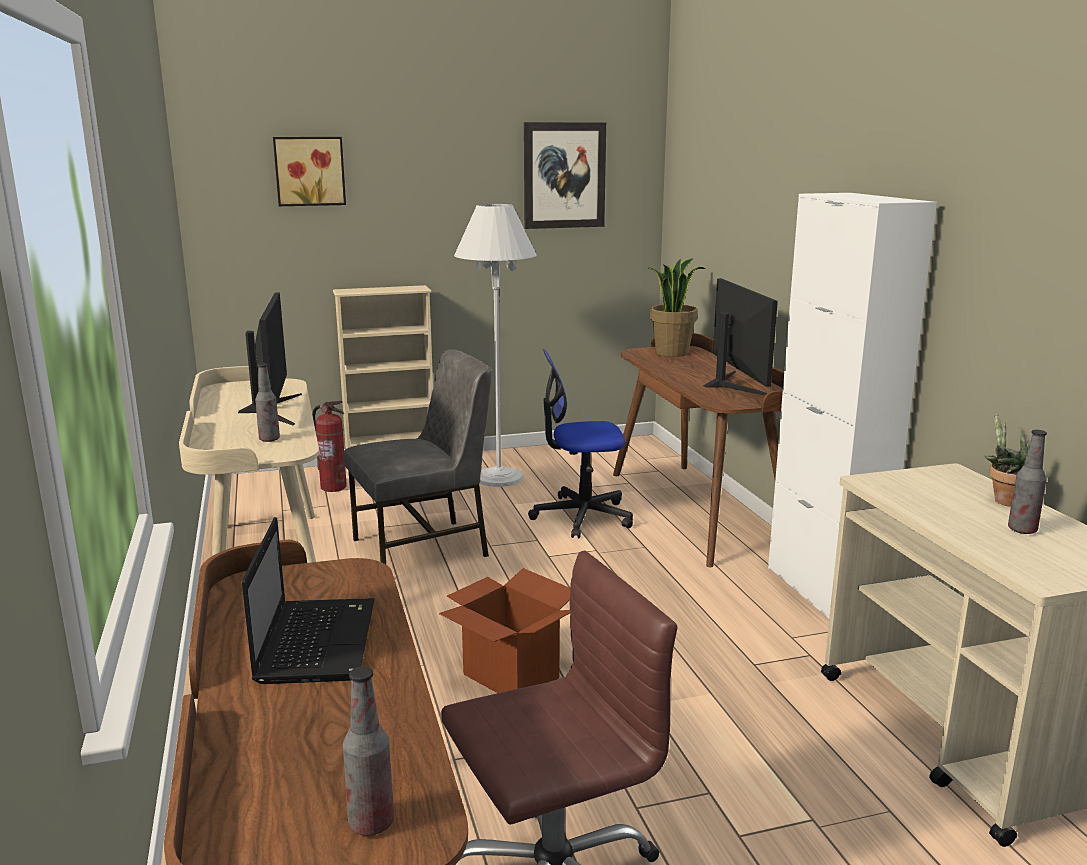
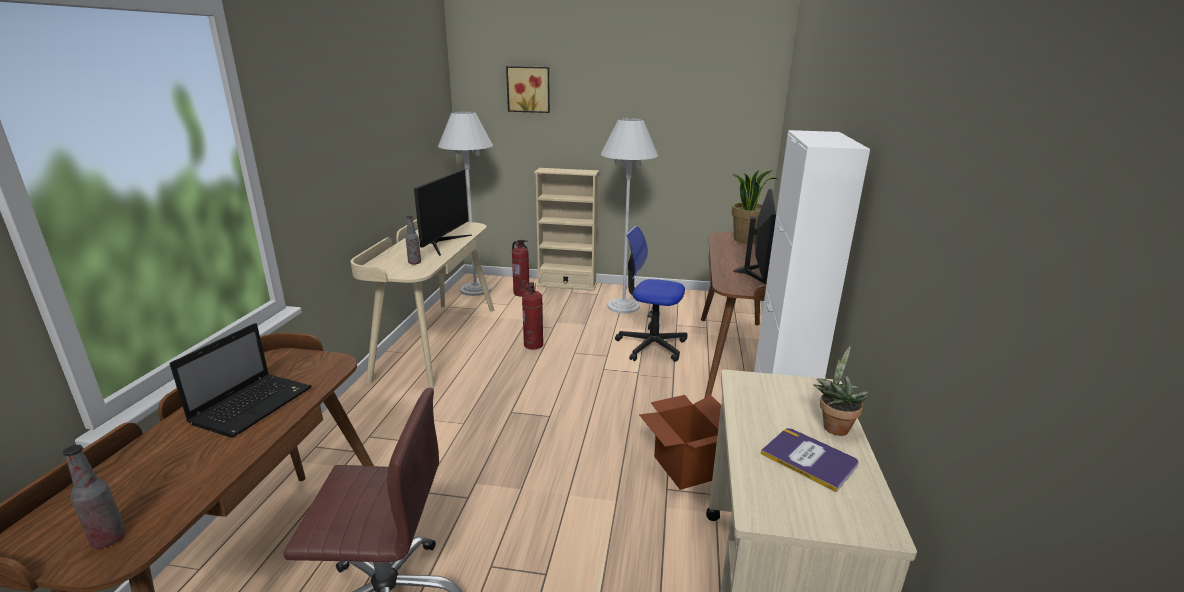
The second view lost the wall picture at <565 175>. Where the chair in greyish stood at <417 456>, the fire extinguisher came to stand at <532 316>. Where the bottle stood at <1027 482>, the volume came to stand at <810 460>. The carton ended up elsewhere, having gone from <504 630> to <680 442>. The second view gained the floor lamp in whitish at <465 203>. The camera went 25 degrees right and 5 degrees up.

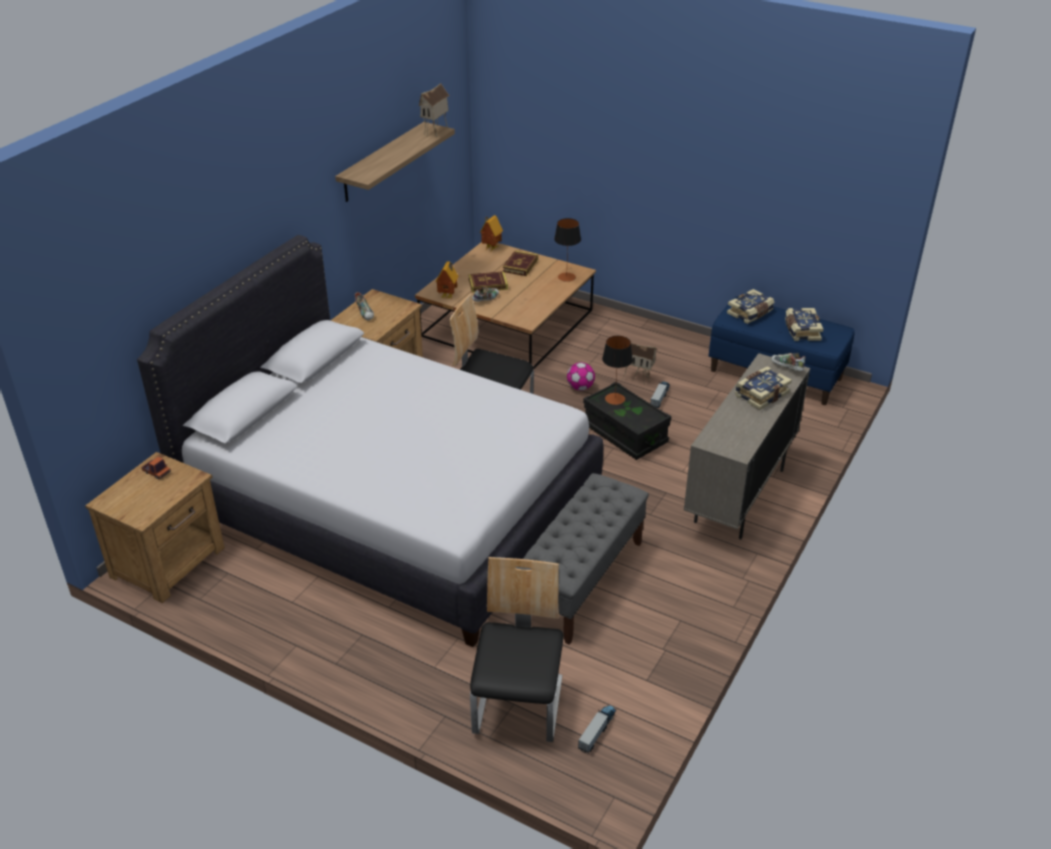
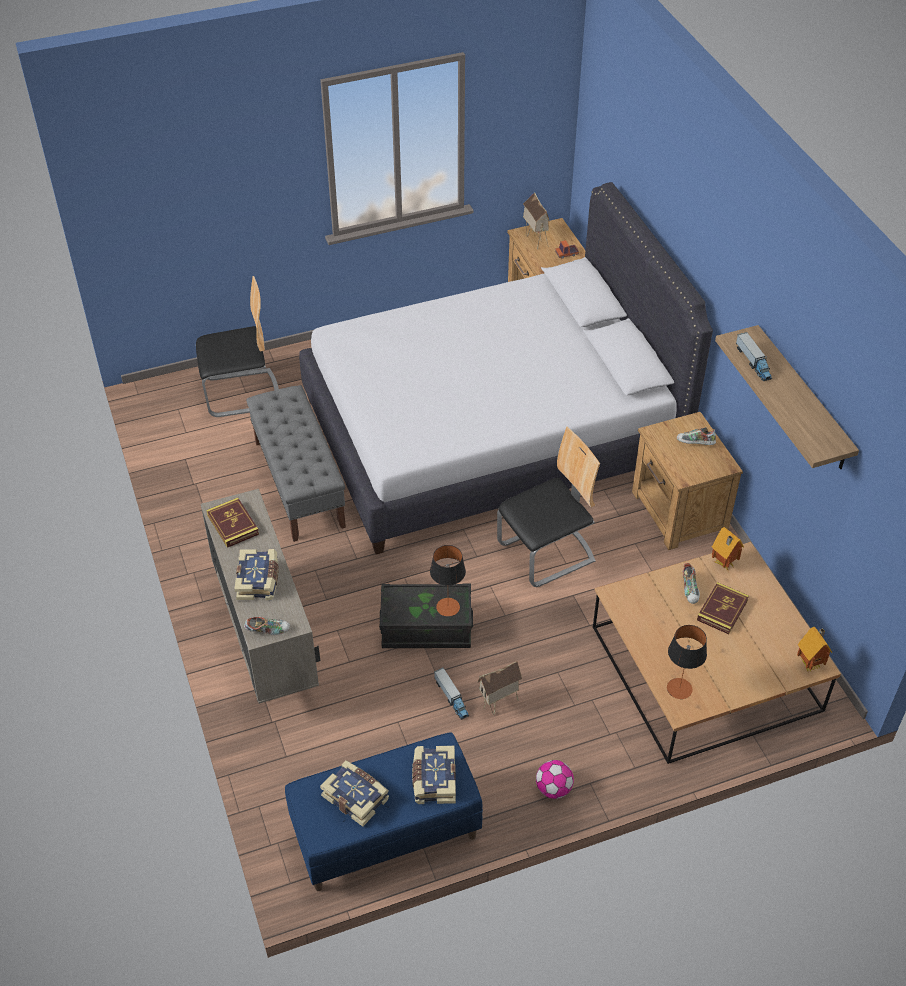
The miniature house ended up elsewhere, having gone from <434 110> to <536 220>. The volume ended up elsewhere, having gone from <520 263> to <232 523>. The football ball ended up elsewhere, having gone from <581 376> to <555 779>. The chair at <517 649> ended up facing another way, 60 degrees counterclockwise from before. The toy truck ended up elsewhere, having gone from <597 729> to <754 356>. The camera went 130 degrees right and 10 degrees up.

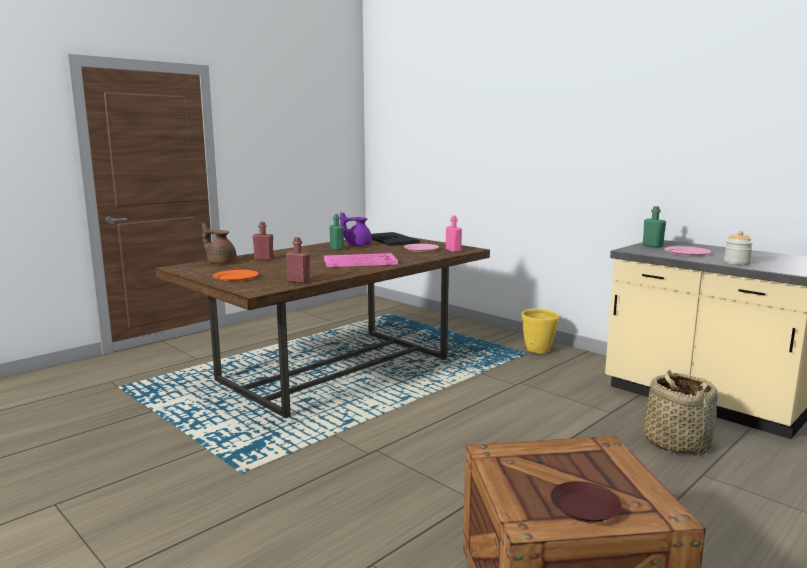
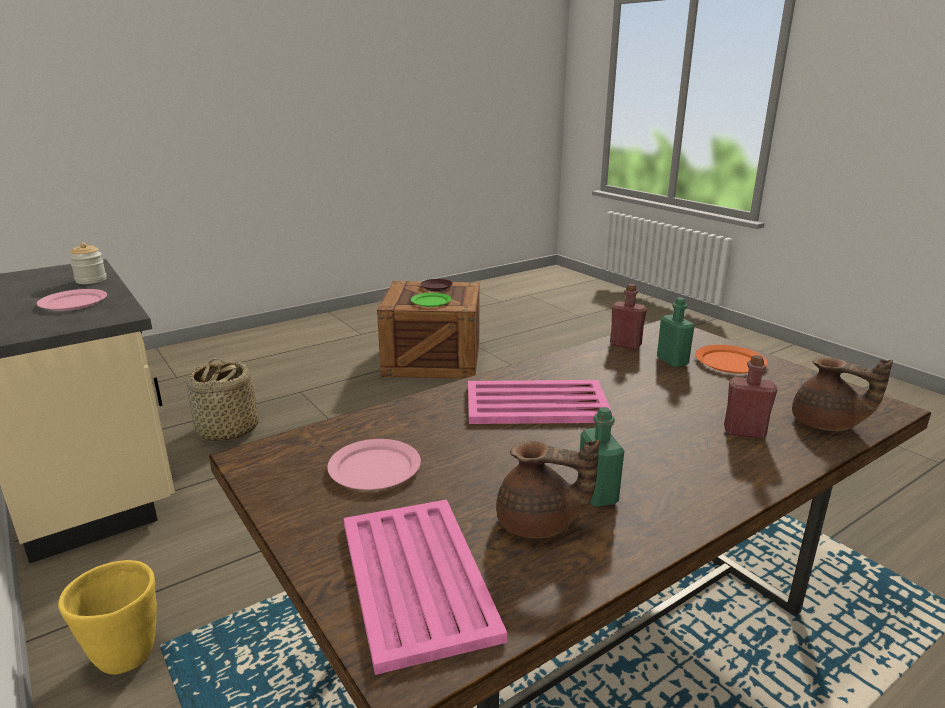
The bottle in green ended up elsewhere, having gone from <654 227> to <676 332>. What was the teapot in purple at <356 229> turned into the teapot in brownish at <547 489>. The second view lost the bottle in pink-coloured at <454 233>. What was the serving tray in black at <395 239> turned into the serving tray in pink-coloured at <425 587>. The second view gained the flat dish in green at <431 300>. The camera went 170 degrees left and 10 degrees up.

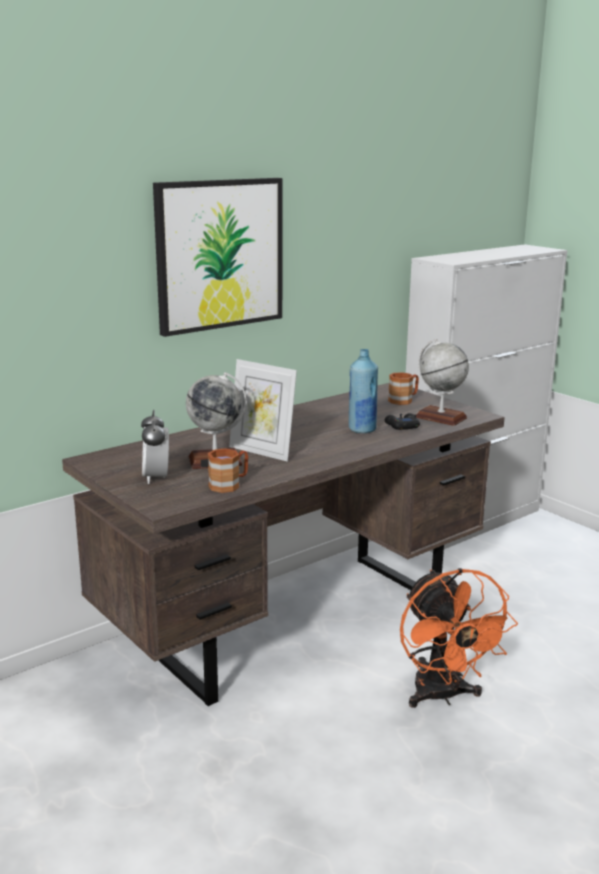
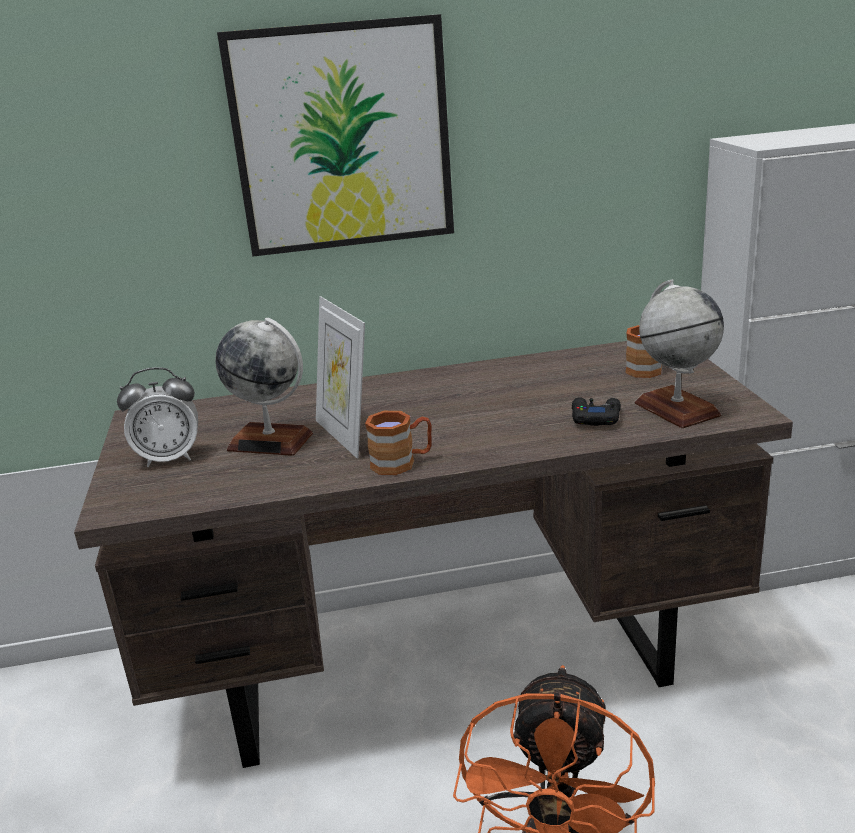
The second view lost the bottle in blue at <363 391>. The table clock at <155 447> ended up facing another way, 120 degrees counterclockwise from before. The coffee mug in brownish ended up elsewhere, having gone from <228 470> to <398 443>. The camera went 30 degrees right and 5 degrees up.

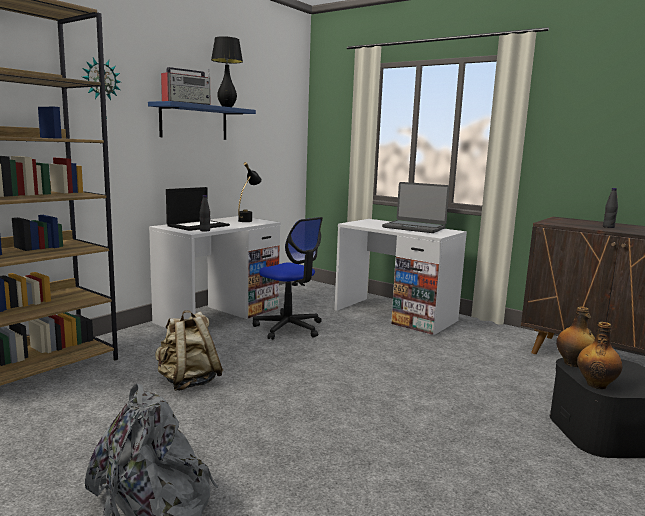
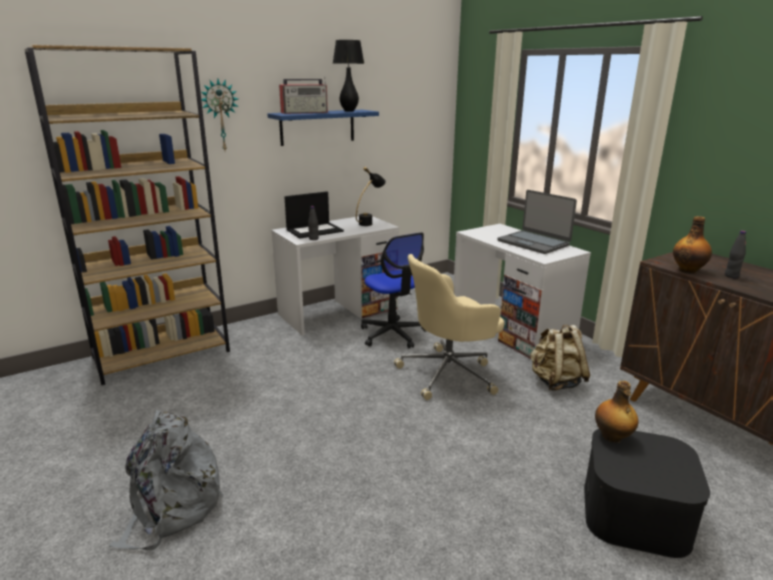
The backpack in beige-coloured ended up elsewhere, having gone from <189 350> to <560 358>. The bottle ended up elsewhere, having gone from <600 355> to <692 245>. The second view gained the computer chair in beige-coloured at <449 327>. The camera went 20 degrees right and 10 degrees up.

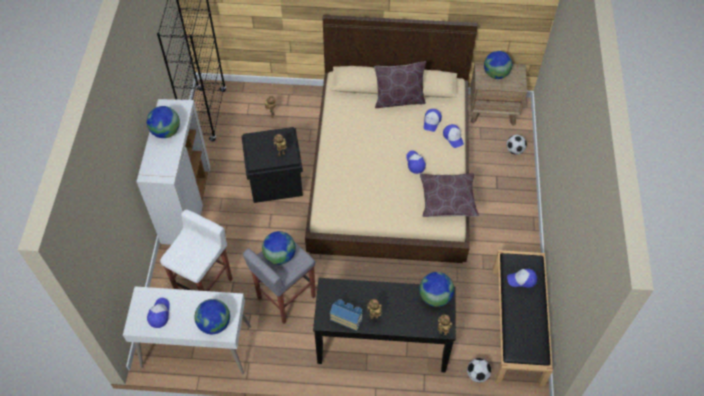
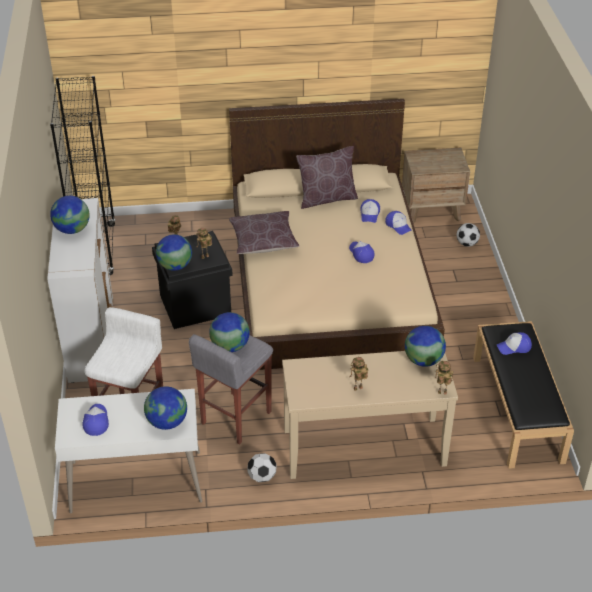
The desk globe ended up elsewhere, having gone from <498 65> to <174 252>. The cushion in brownish ended up elsewhere, having gone from <449 195> to <264 232>. What was the console table in black at <384 325> turned into the console table in beige-coloured at <370 415>. The second view lost the miniature house at <346 315>. The football ball ended up elsewhere, having gone from <479 370> to <262 467>. The camera went 10 degrees left and 15 degrees down.

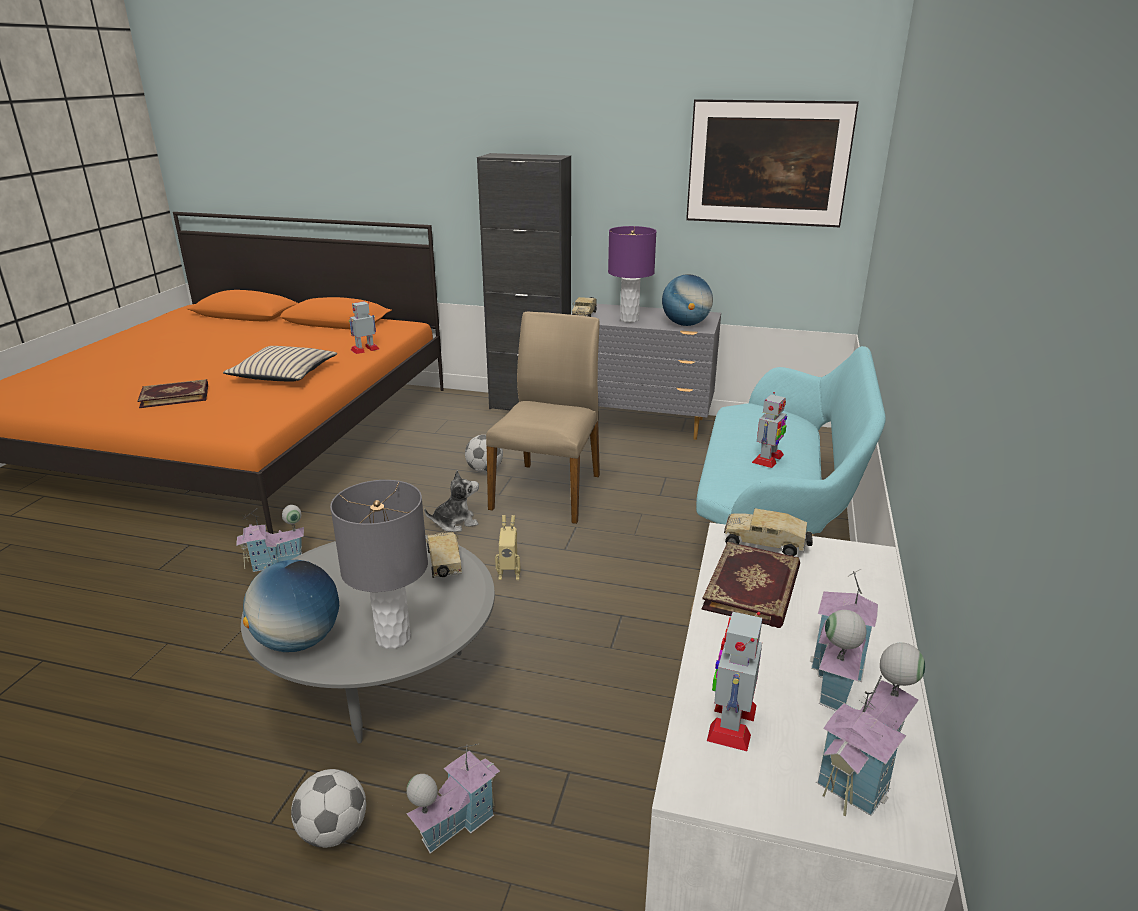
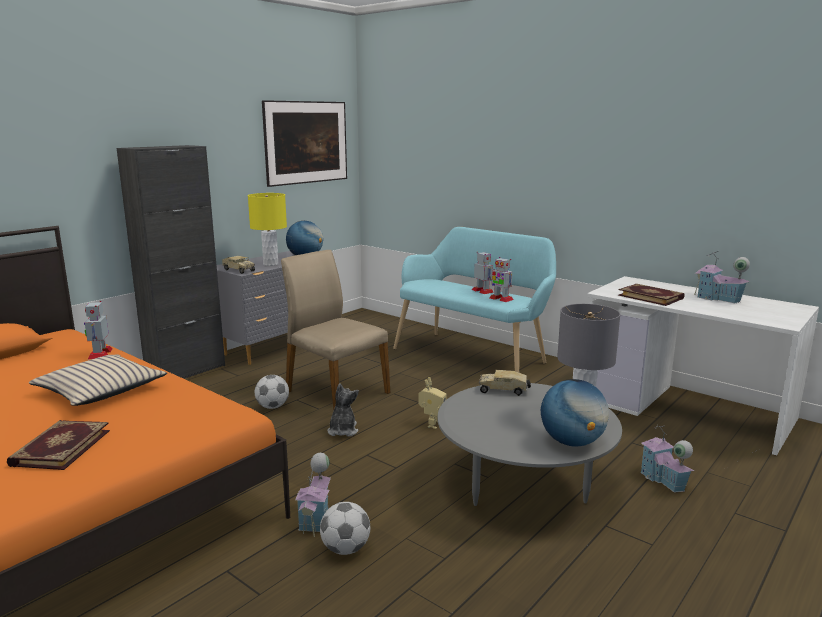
What was the tabletop lamp in purple at <632 274> turned into the tabletop lamp in yellow-coloured at <267 229>. The second view lost the toy truck at <768 532>. The model robot ended up elsewhere, having gone from <734 681> to <501 279>. The second view lost the miniature house at <870 729>. The football ball ended up elsewhere, having gone from <328 808> to <345 528>. The camera went 65 degrees left and 10 degrees down.

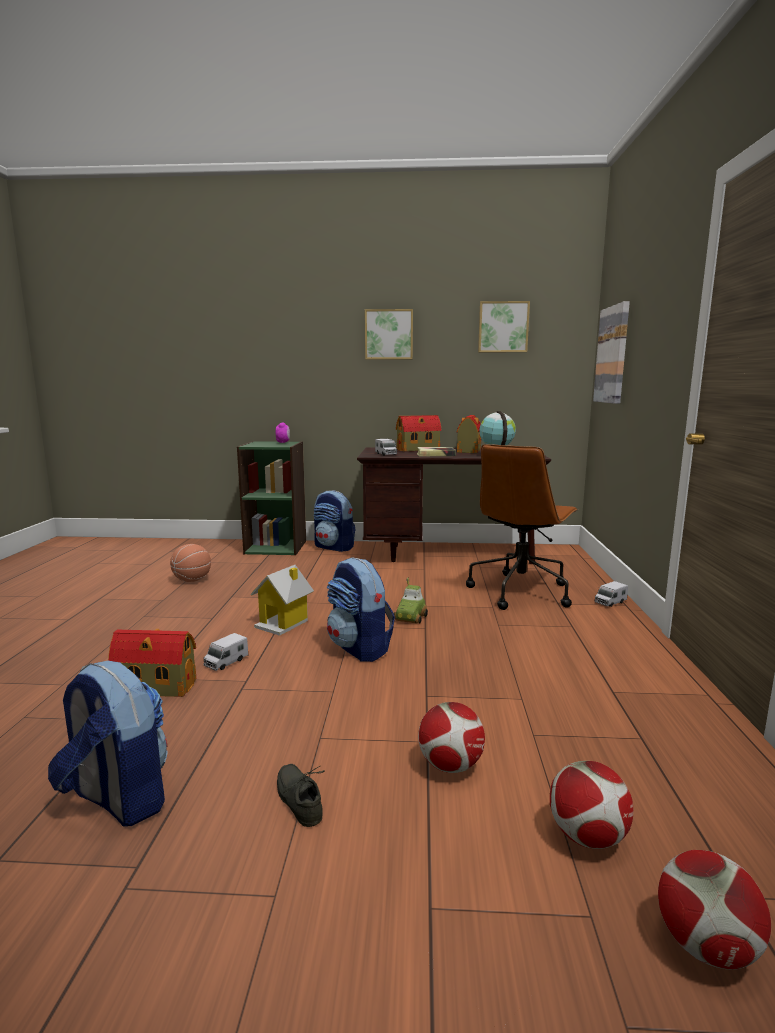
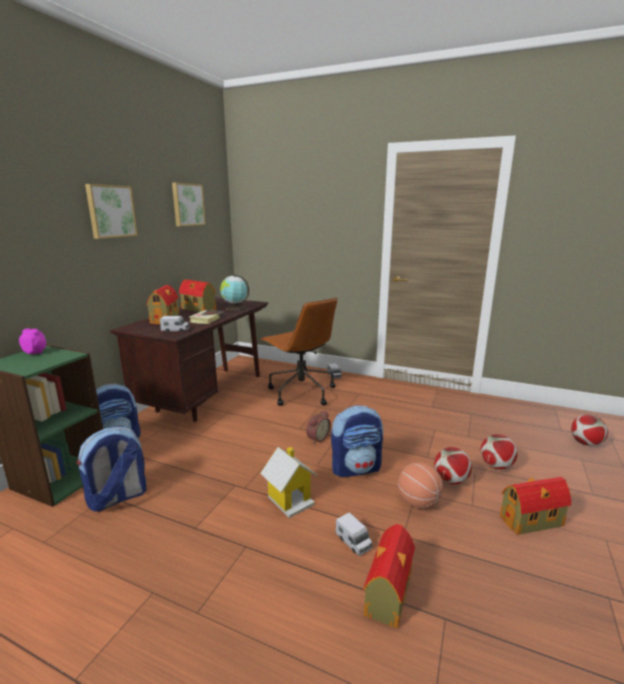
The second view lost the wall picture at <611 352>. The basketball ended up elsewhere, having gone from <190 563> to <420 485>. Where the model car stood at <411 600>, the table clock came to stand at <318 427>. The backpack ended up elsewhere, having gone from <108 744> to <112 469>. The football ball ended up elsewhere, having gone from <591 805> to <453 465>. Where the low shoe in greyish stood at <301 795>, the miniature house came to stand at <535 506>. The camera went 70 degrees left and 5 degrees up.

